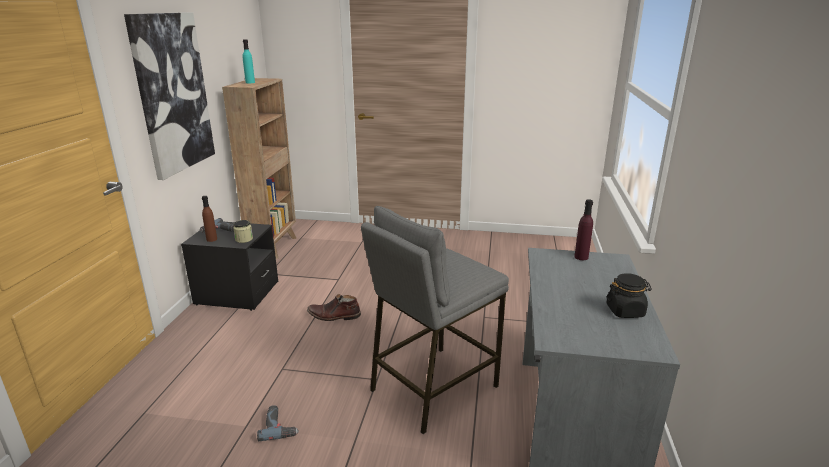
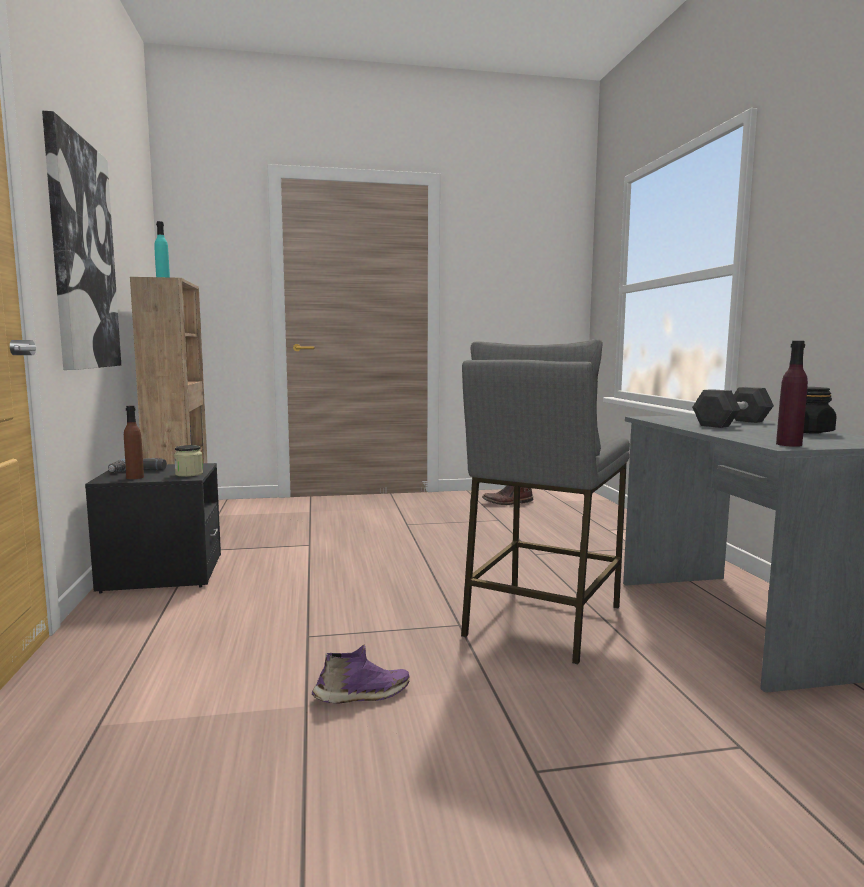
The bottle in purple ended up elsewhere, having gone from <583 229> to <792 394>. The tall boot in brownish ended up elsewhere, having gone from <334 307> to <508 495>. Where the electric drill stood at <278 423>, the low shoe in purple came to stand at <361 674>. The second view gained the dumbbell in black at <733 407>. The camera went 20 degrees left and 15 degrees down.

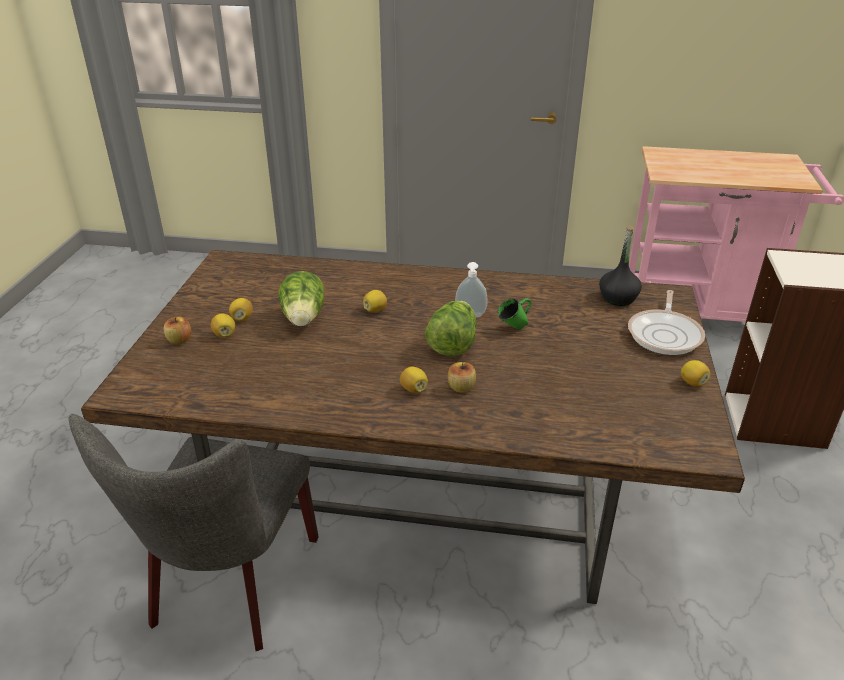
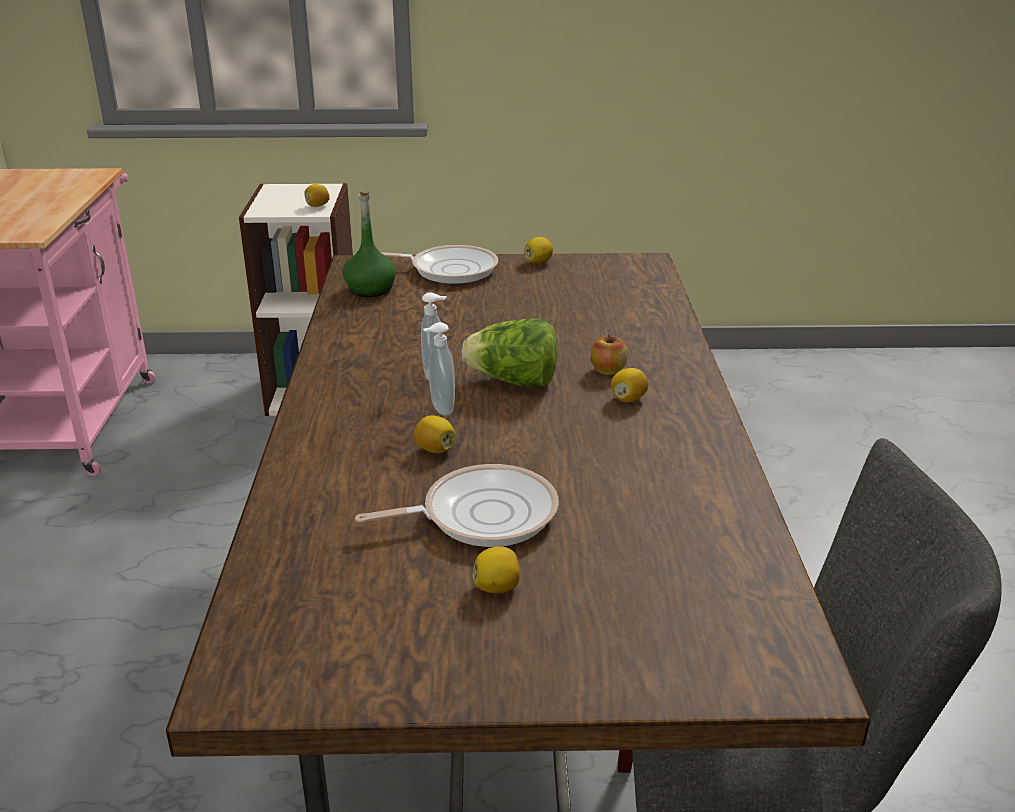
What was the bottle in black at <620 266> turned into the bottle in green at <369 243>. Where the head of lettuce stood at <301 298>, the frying pan came to stand at <457 505>. The second view lost the coffee mug in green at <514 314>. The citrus fruit ended up elsewhere, having gone from <223 325> to <317 195>. The second view lost the apple at <177 330>. The second view gained the soap bottle at <439 369>. The camera went 100 degrees left and 5 degrees down.

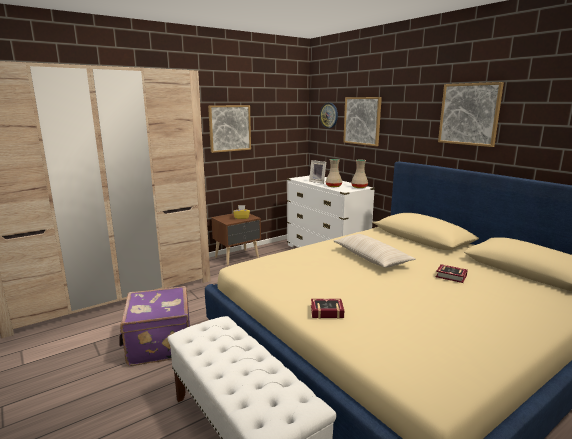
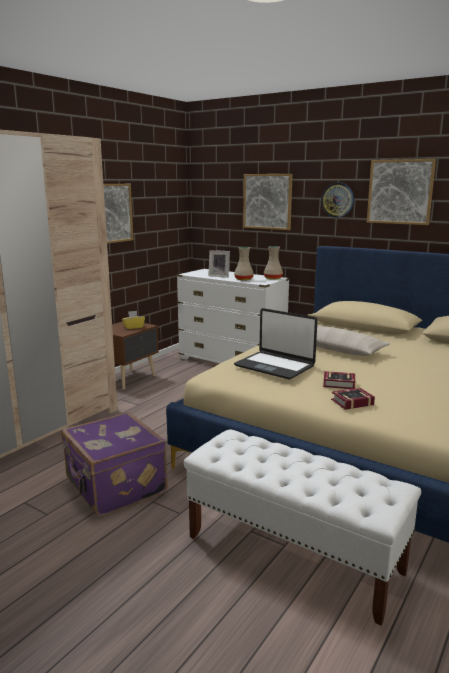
The hanging clock ended up elsewhere, having gone from <329 115> to <337 200>. The volume ended up elsewhere, having gone from <452 273> to <339 380>. The second view gained the notebook computer at <276 343>. The camera went 20 degrees left and 0 degrees up.

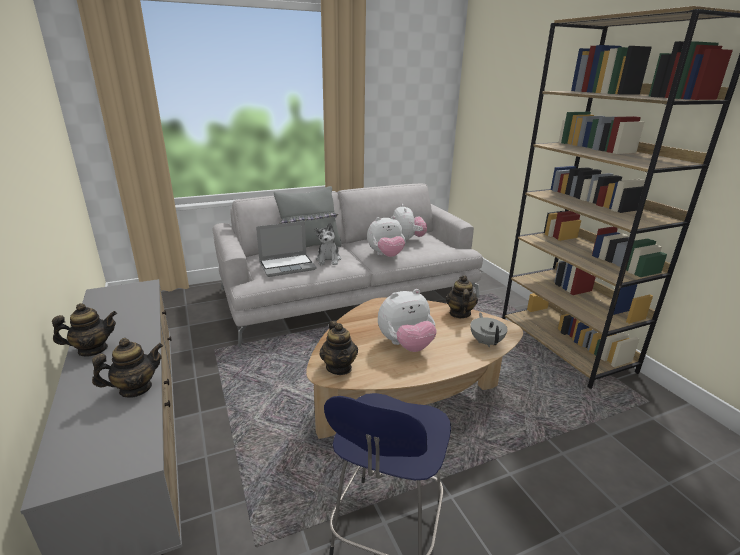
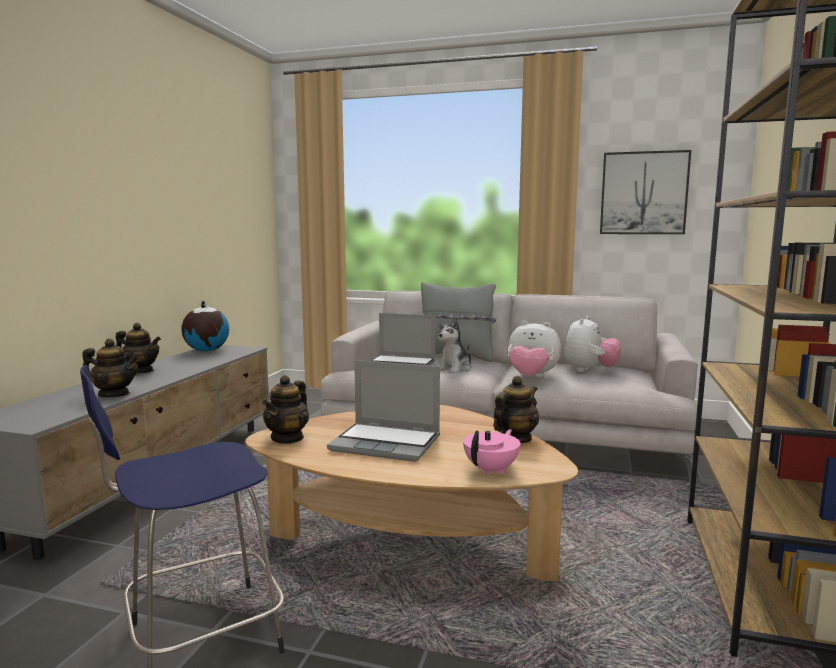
Where the cuddly toy stood at <407 320>, the notebook computer came to stand at <383 411>. What was the teapot in greyish at <489 330> turned into the teapot in pink-coloured at <491 452>. The second view gained the wall picture at <645 192>. The second view gained the desk globe at <205 326>. The camera went 40 degrees right and 15 degrees down.

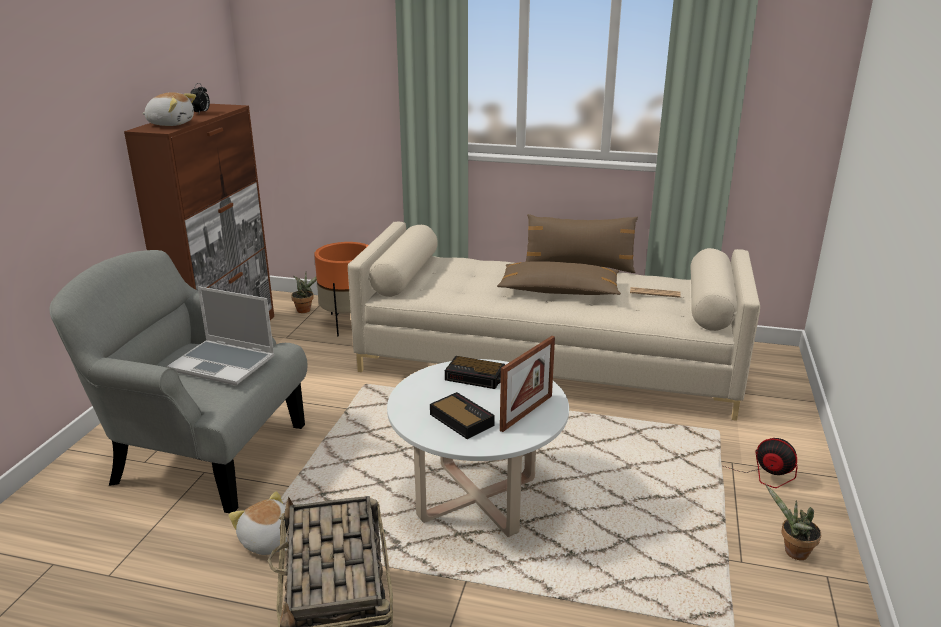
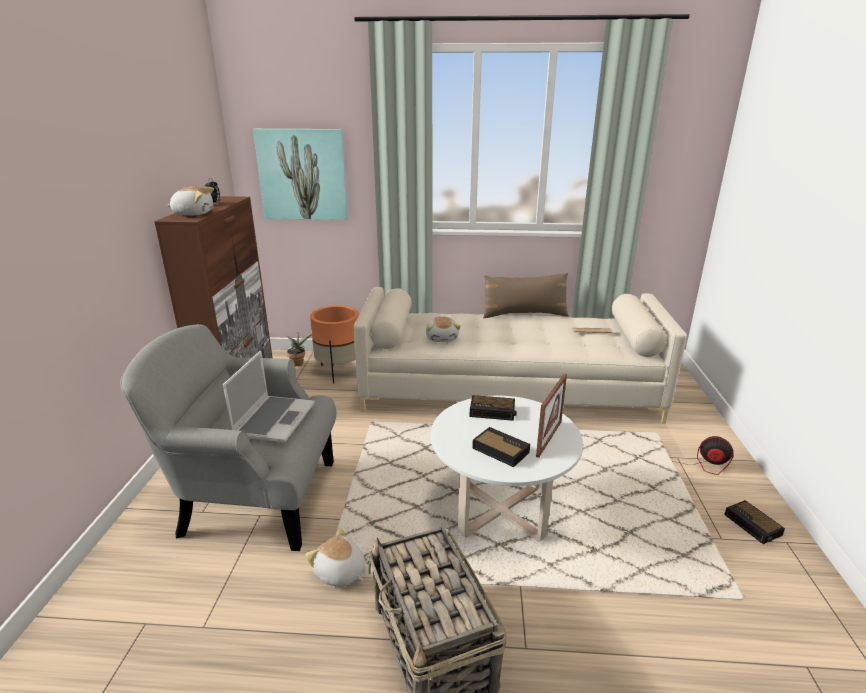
The second view lost the cushion in brownish at <559 278>. The notebook computer at <221 335> ended up facing another way, 90 degrees counterclockwise from before. Where the potted plant stood at <793 522>, the table clock came to stand at <754 522>. The second view gained the wall picture at <300 174>. The second view gained the cuddly toy at <443 329>. The camera went 10 degrees left and 0 degrees up.

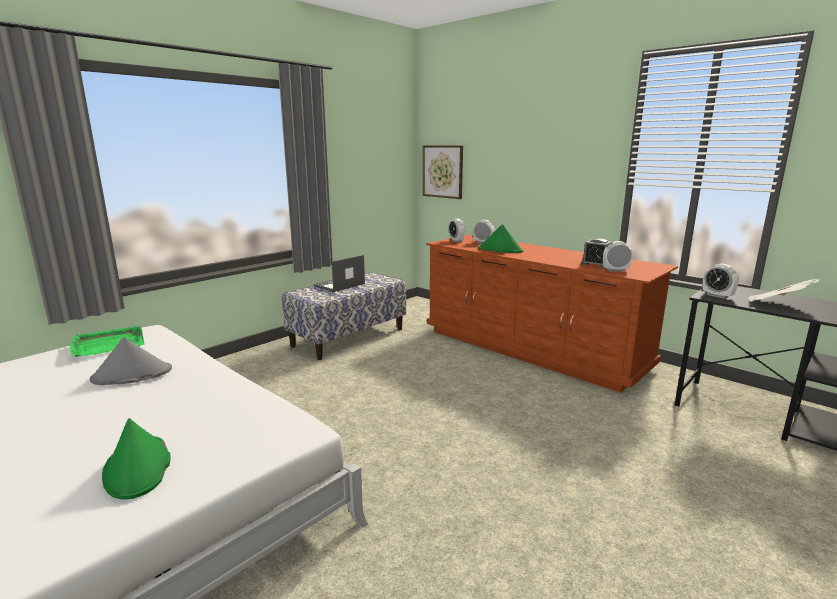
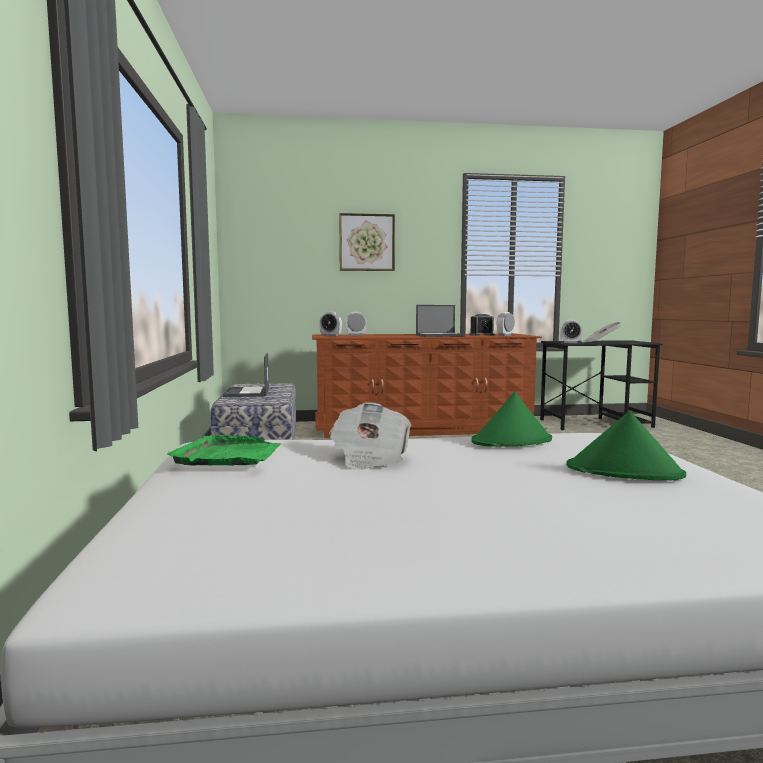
The wall picture ended up elsewhere, having gone from <443 172> to <367 242>. The wearable hat in green ended up elsewhere, having gone from <501 238> to <511 419>. Where the wearable hat in greyish stood at <131 361>, the daily paper came to stand at <370 436>. The second view gained the notebook computer at <440 321>. The camera went 50 degrees left and 10 degrees down.

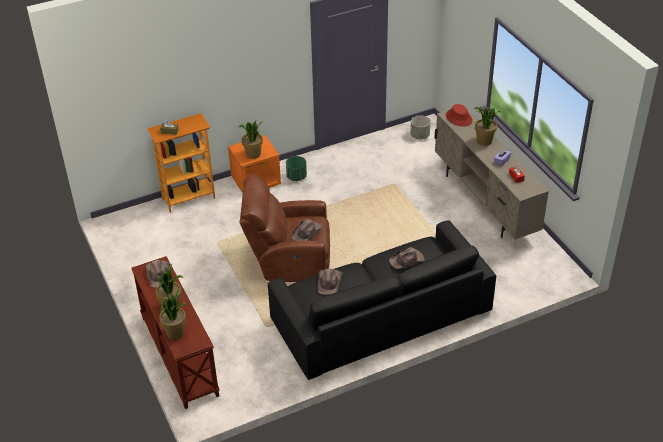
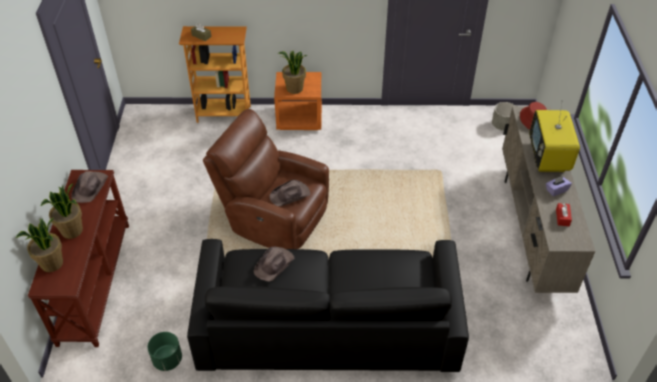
Where the potted plant stood at <487 126>, the television came to stand at <554 136>. The planter in green ended up elsewhere, having gone from <296 168> to <165 351>. The second view lost the wearable hat in brownish at <407 258>. The camera went 25 degrees right and 5 degrees up.

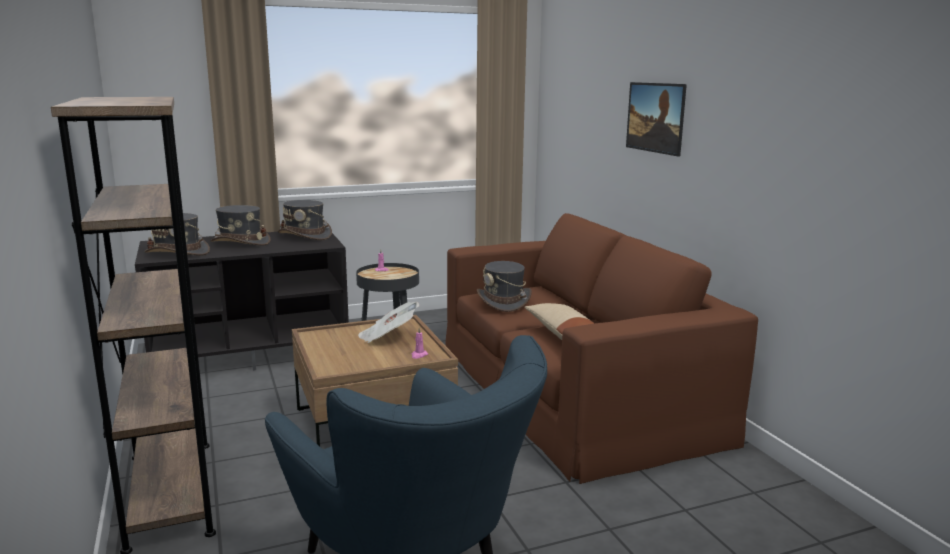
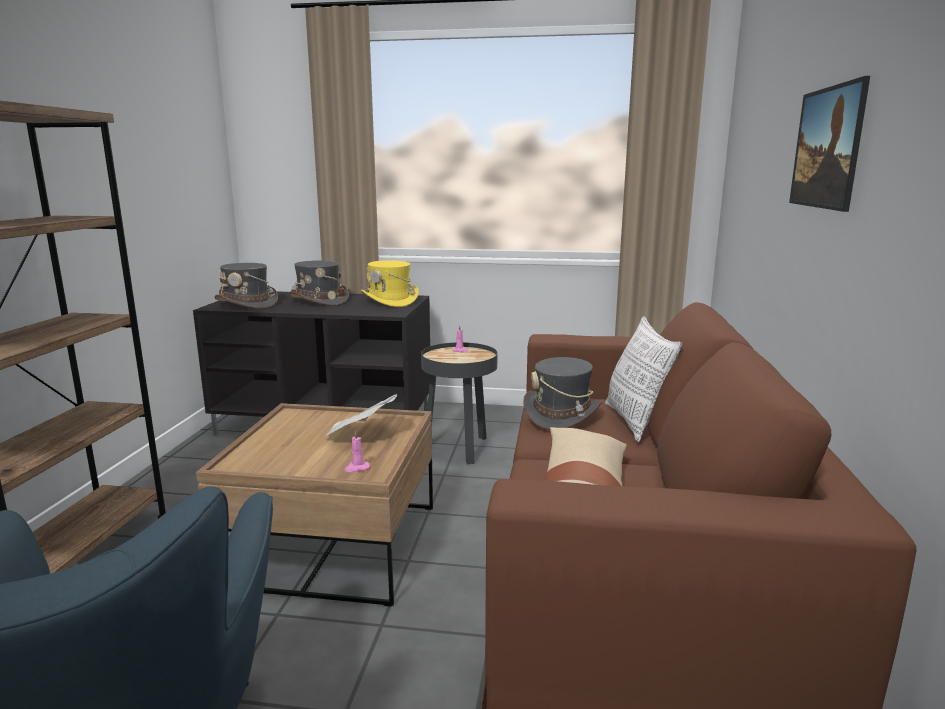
What was the wearable hat in greyish at <305 220> turned into the wearable hat in yellow-coloured at <390 283>. The second view gained the cushion at <643 379>. The camera went 30 degrees right and 0 degrees up.

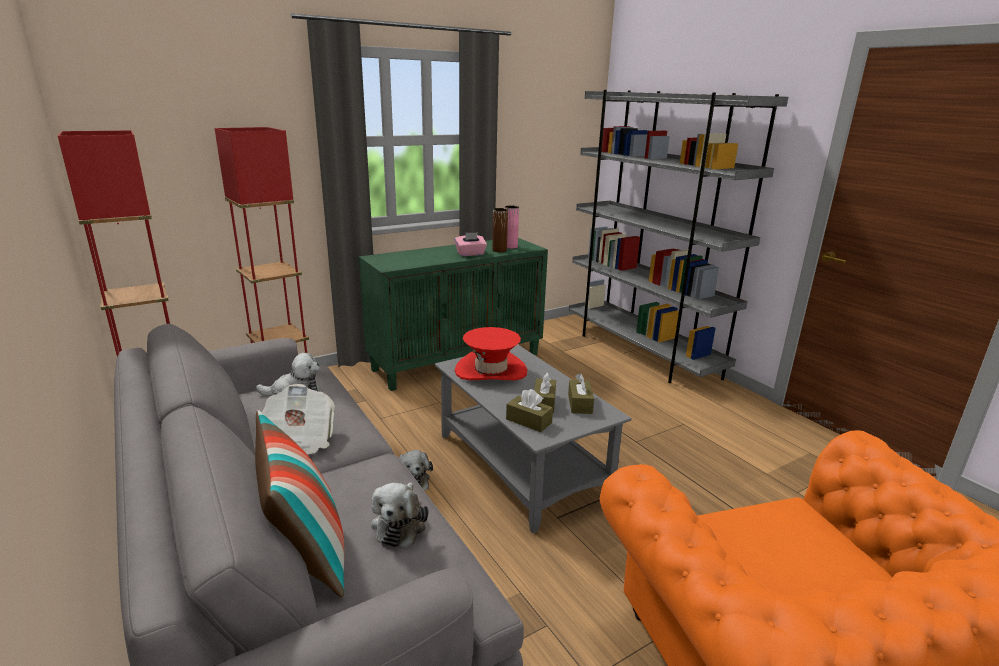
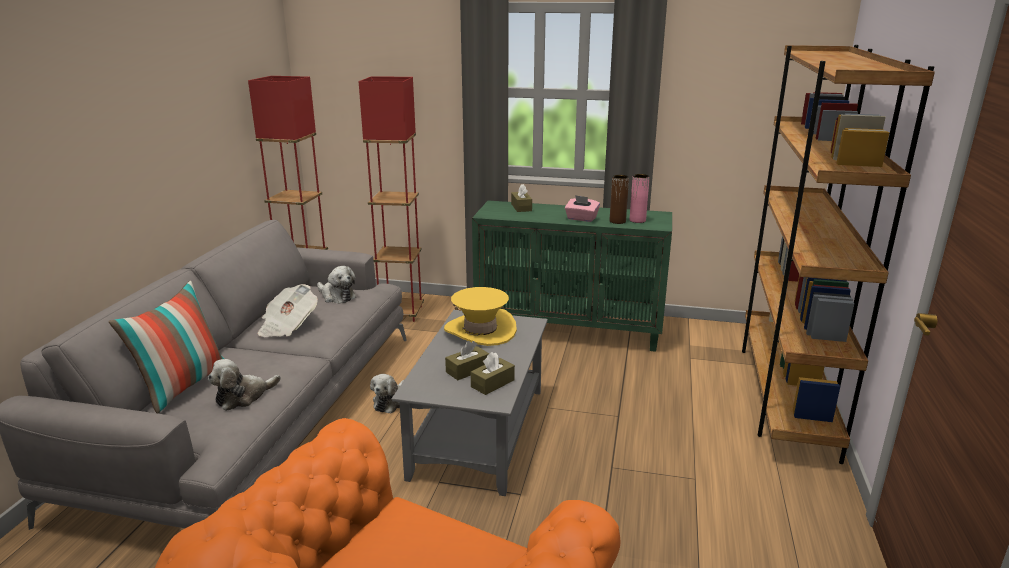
What was the shelving unit in greyish at <678 236> turned into the shelving unit in brownish at <838 254>. What was the wearable hat in red-coloured at <491 353> turned into the wearable hat in yellow-coloured at <480 316>. The tissue box in brownish ended up elsewhere, having gone from <529 410> to <521 198>. The camera went 45 degrees right and 0 degrees up.

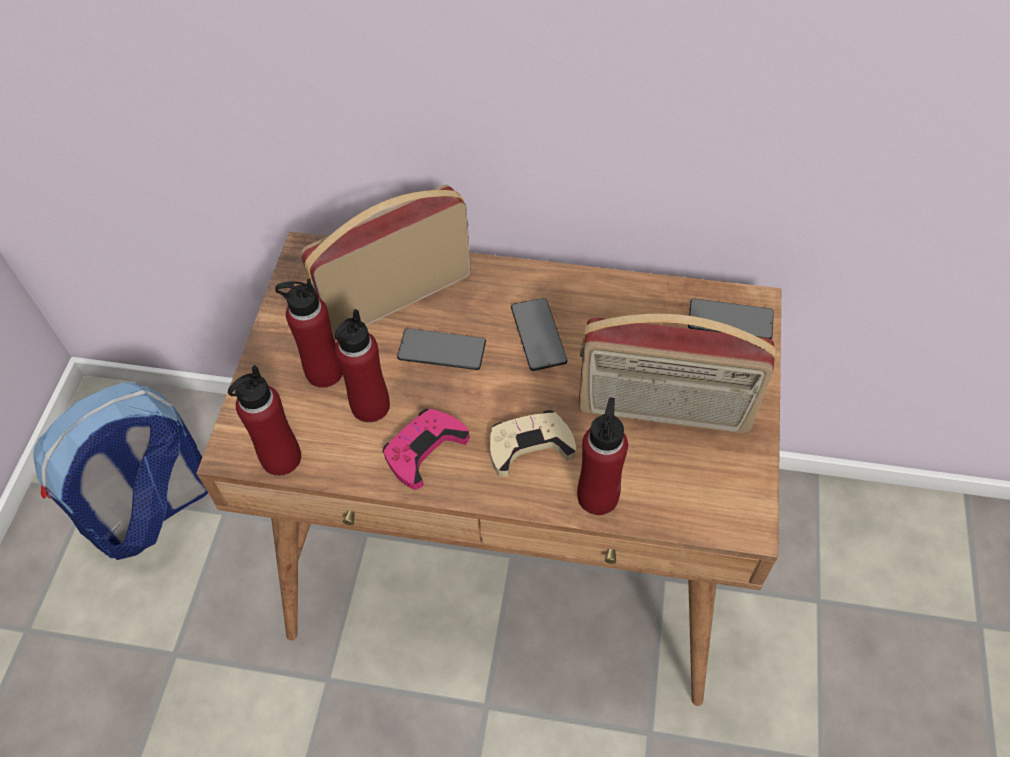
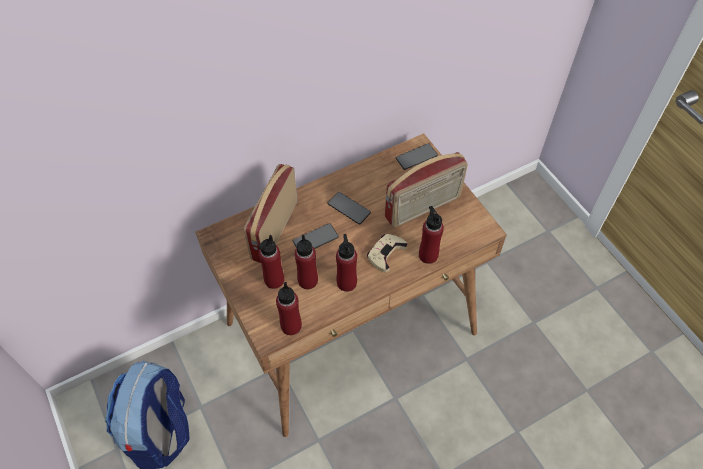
Where the joypad in pink-coloured stood at <426 449>, the bottle in red-coloured came to stand at <346 263>. The camera went 40 degrees left and 0 degrees up.

